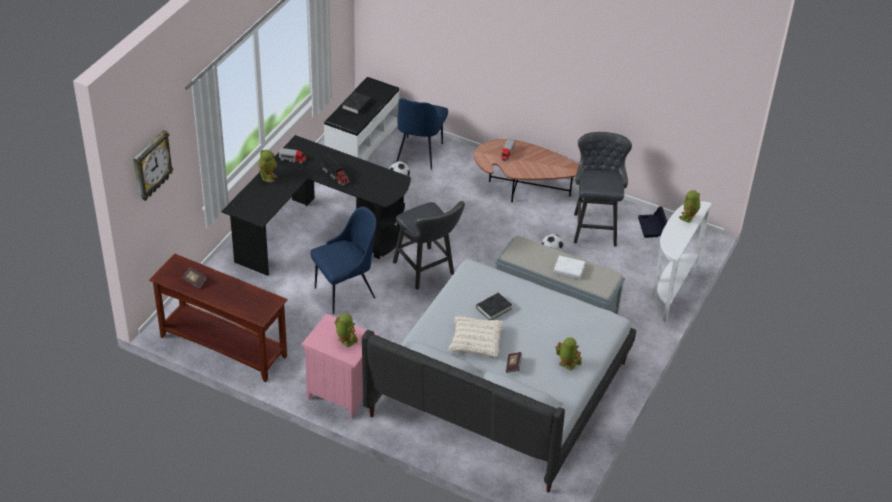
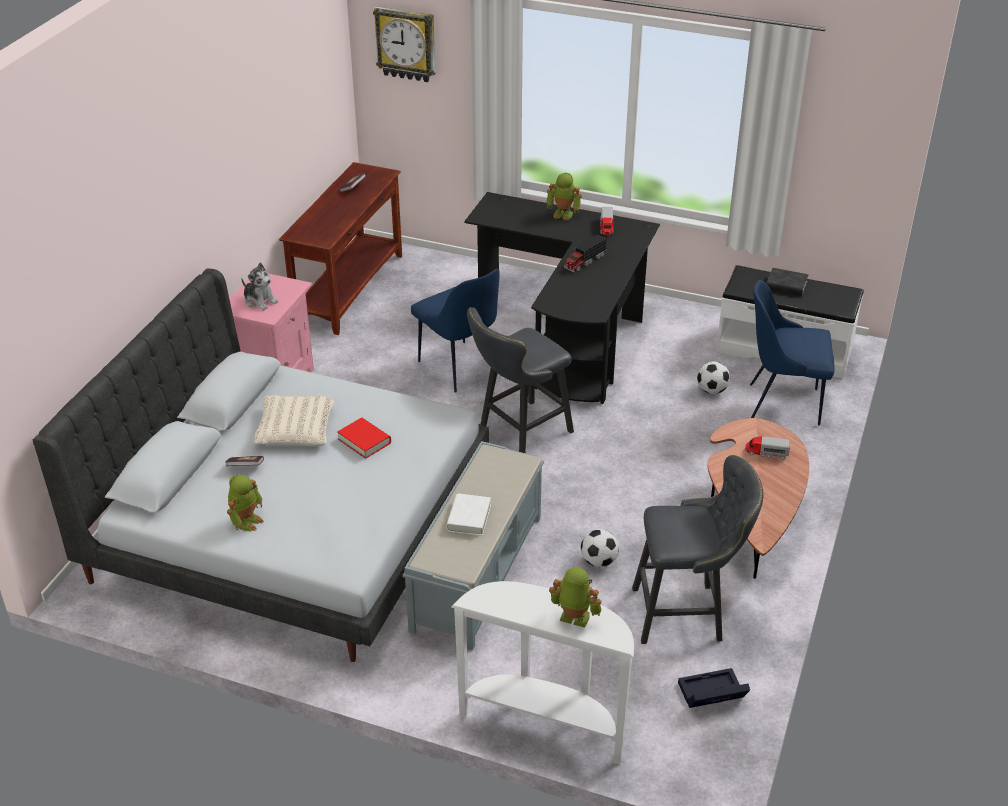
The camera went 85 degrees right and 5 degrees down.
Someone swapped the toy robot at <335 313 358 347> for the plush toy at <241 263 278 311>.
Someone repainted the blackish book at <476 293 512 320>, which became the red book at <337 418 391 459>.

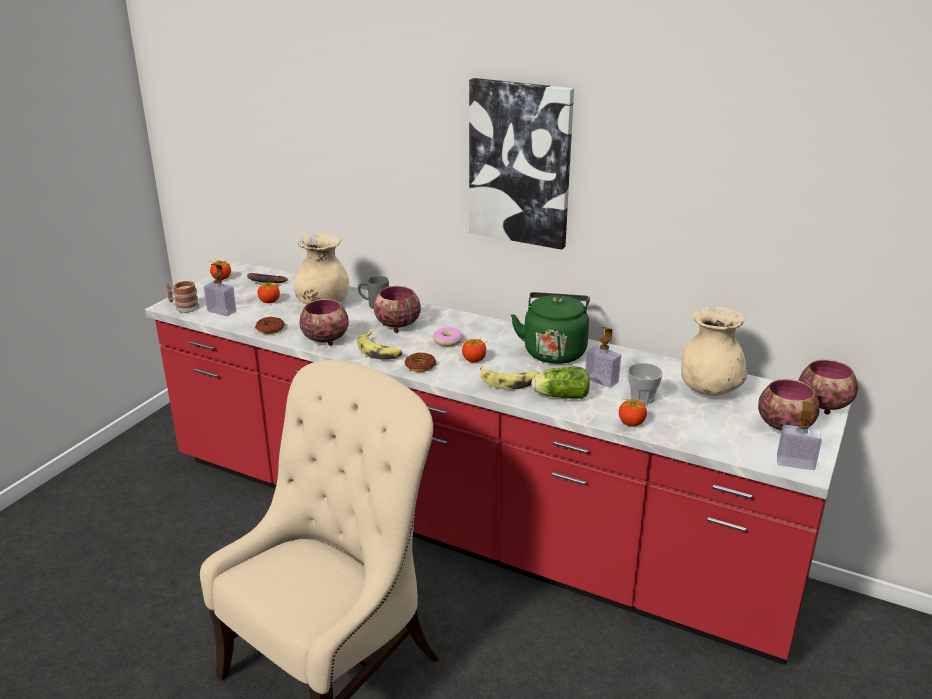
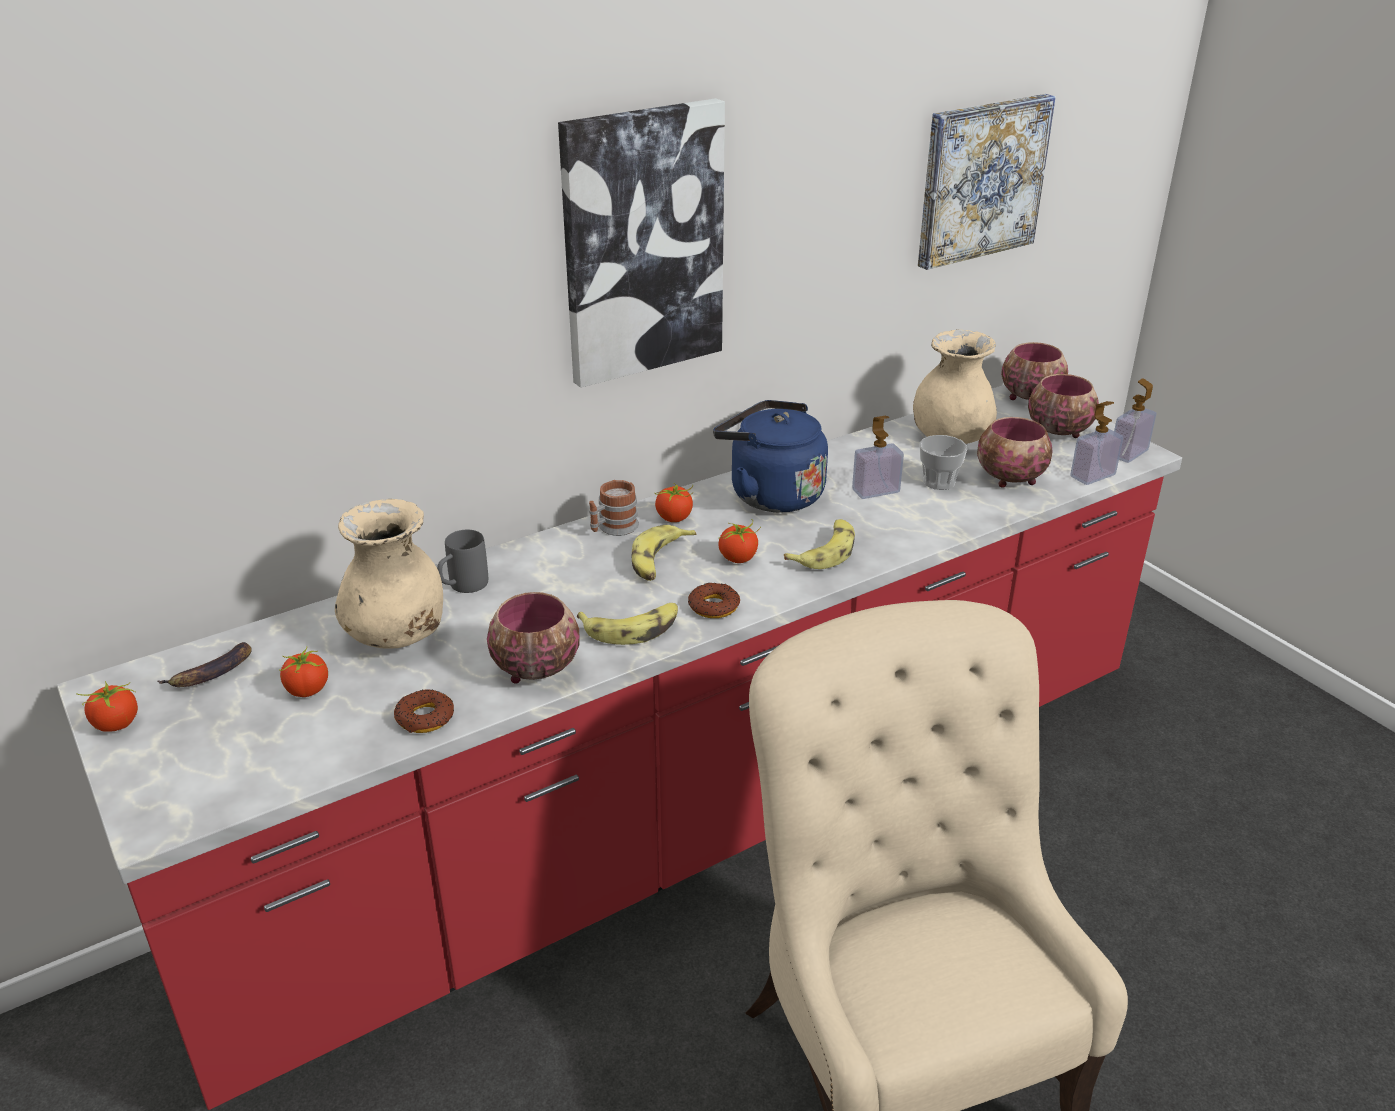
The camera went 60 degrees left and 5 degrees up.
Someone carried the tea mug from <166 281 200 313> to <589 480 639 536>.
Someone carried the soap dispenser from <204 264 236 316> to <1070 401 1123 485>.
Someone carried the serving bowl from <374 286 421 333> to <977 417 1053 488>.
Someone swapped the doughnut at <433 327 463 346> for the banana fruit at <632 525 696 581>.
Someone repainted the green-coloured water kettle at <511 292 590 364>, which became the blue-coloured water kettle at <713 400 828 513>.
Someone took away the lettuce at <531 366 590 399>.
Someone carried the fresh tomato from <619 398 648 427> to <655 484 693 522>.
Someone put up the wall art at <918 94 1056 270>.

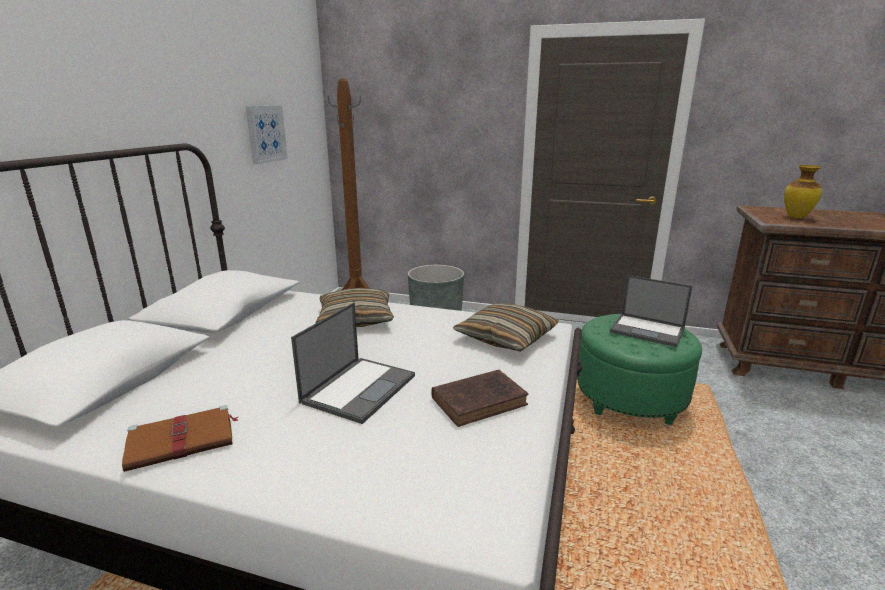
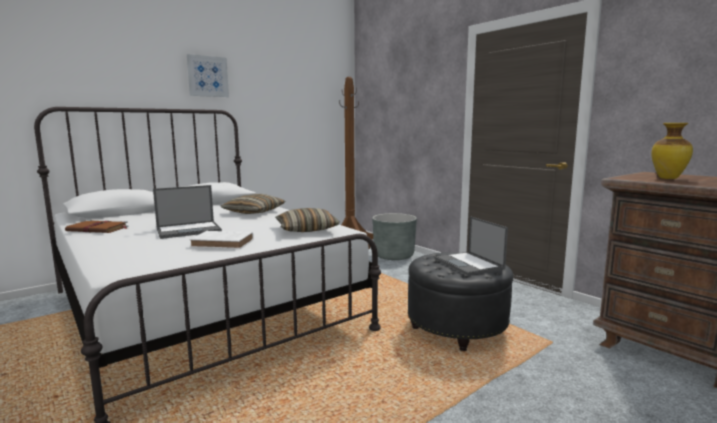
The camera went 35 degrees right and 10 degrees down.
Someone carried the wall art from <245 106 288 165> to <187 54 229 97>.
Someone repainted the brownish book at <432 370 529 427>, which became the whitish book at <190 231 254 249>.
Someone repainted the green-coloured pouffe at <577 314 702 425>, which became the blackish pouffe at <408 252 513 351>.

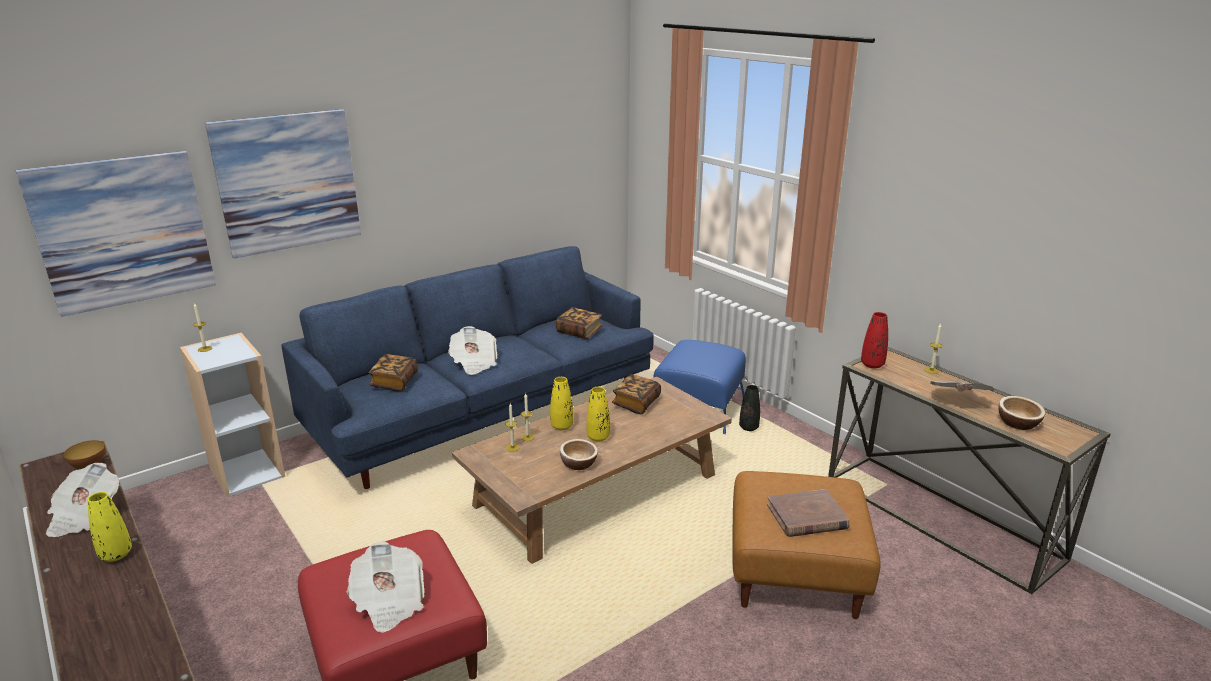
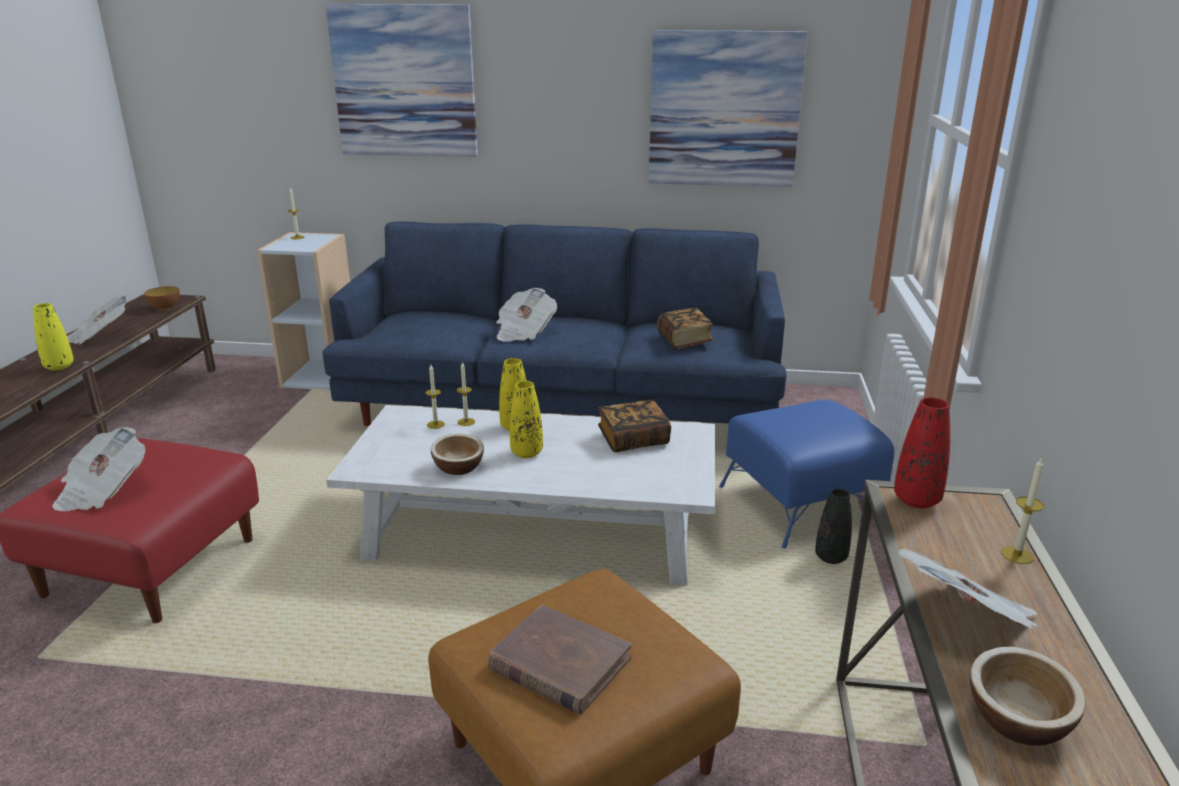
The camera went 45 degrees right and 0 degrees up.
Someone carried the wall art from <16 151 216 317> to <649 30 808 187>.
Someone took away the book at <369 354 418 392>.
Someone repainted the brownish low table at <452 377 732 564>, which became the whitish low table at <326 405 715 585>.

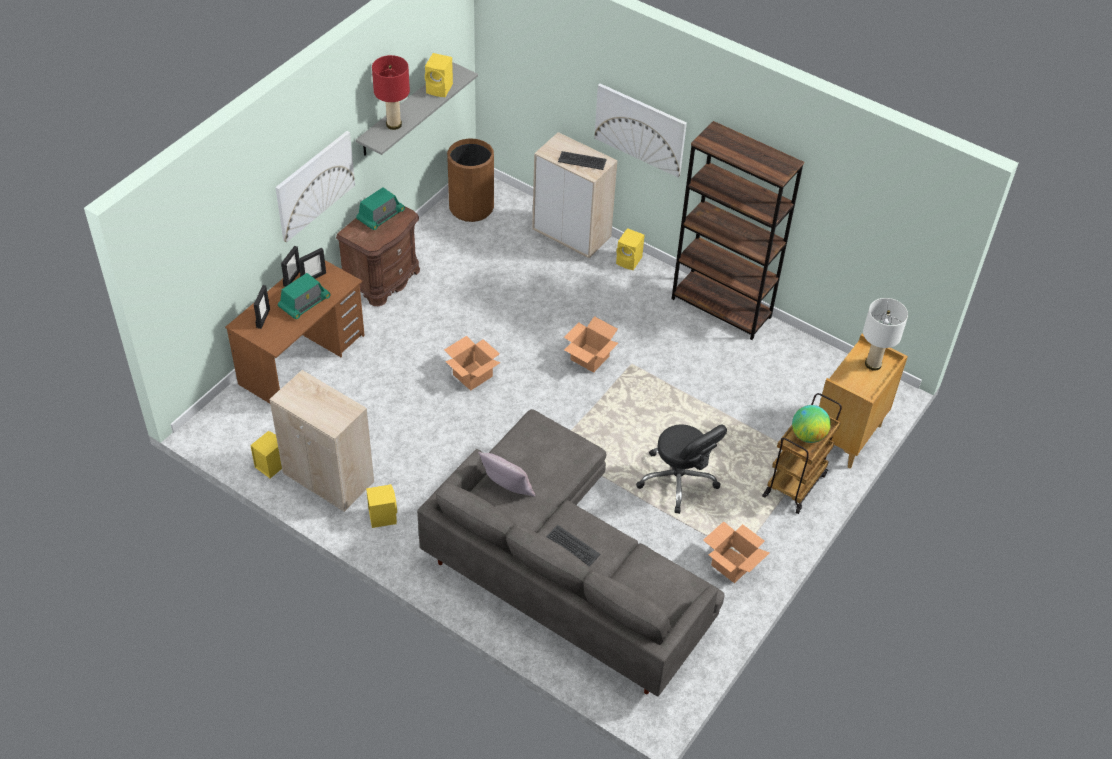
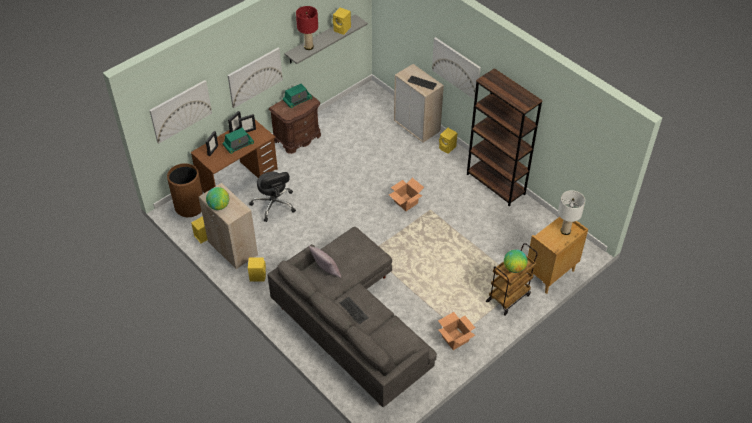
The camera went 15 degrees right and 0 degrees up.
Someone took away the carton at <444 336 501 391>.
Someone carried the brownish rubbish bin from <447 138 494 222> to <167 163 203 217>.
Someone carried the blackish desk chair from <636 425 727 514> to <249 172 296 222>.
Someone put up the wall art at <149 80 212 144>.
Someone put down the globe at <206 187 229 210>.

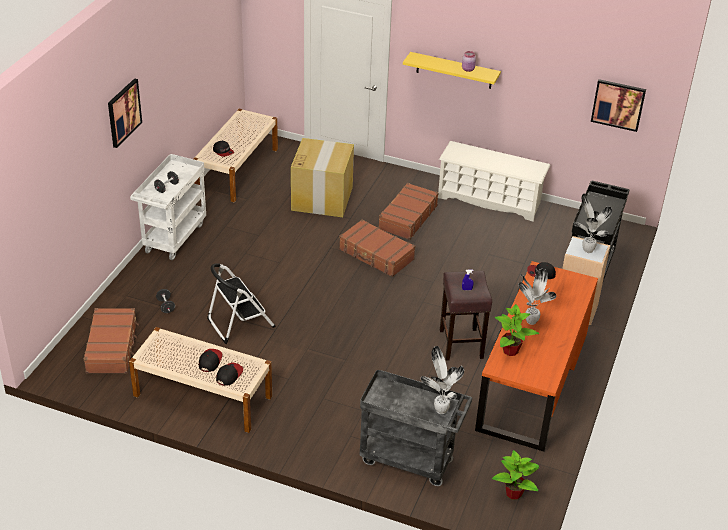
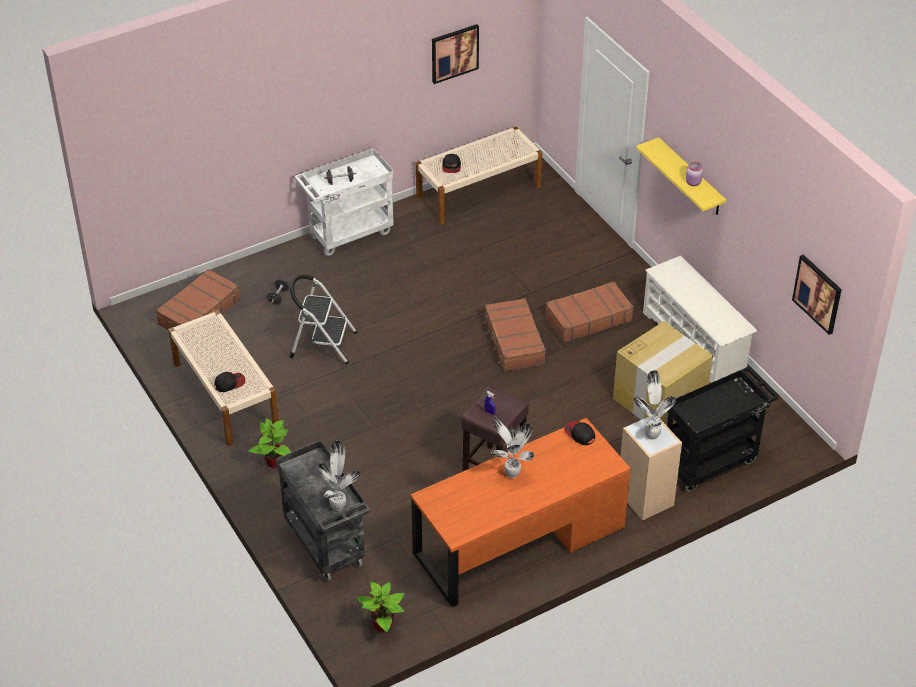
The camera went 40 degrees right and 5 degrees up.
Someone carried the wall art from <108 78 142 148> to <432 24 479 84>.
Someone took away the peaked cap at <199 349 223 372>.
Someone carried the carton from <291 138 354 217> to <613 321 713 426>.
Someone carried the houseplant from <494 304 540 356> to <248 418 291 468>.

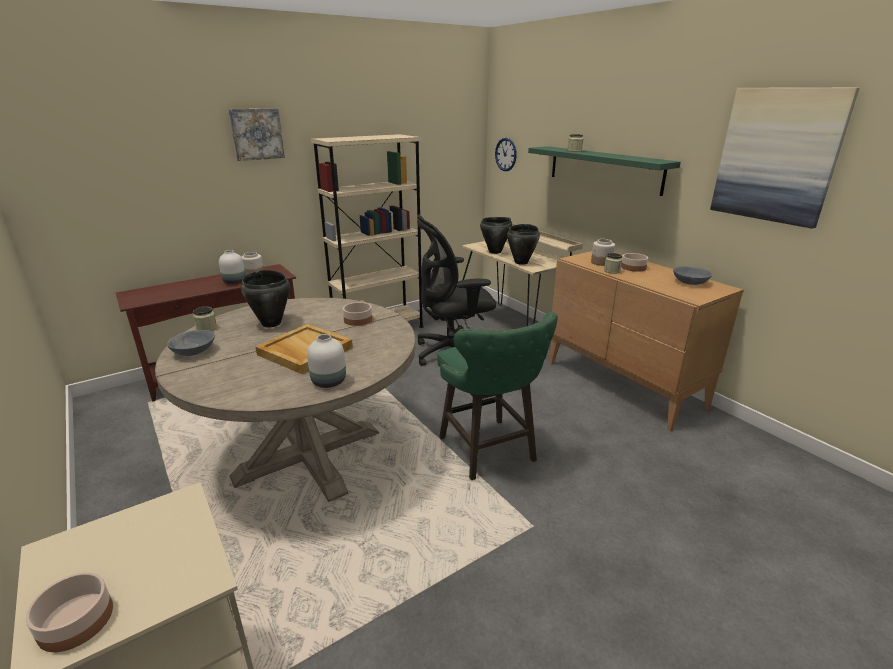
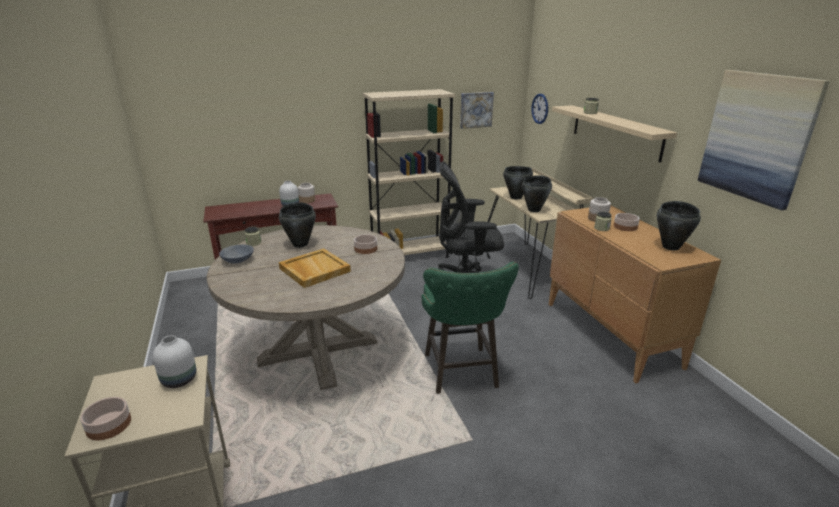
The camera went 15 degrees right and 0 degrees up.
Someone carried the wall art from <229 108 285 161> to <460 92 494 129>.
Someone carried the whitish vase from <307 334 346 388> to <153 335 196 388>.
Someone repainted the green-coloured wall shelf at <528 146 681 196>, which became the beige wall shelf at <552 105 677 163>.
Someone swapped the gray serving bowl at <673 266 712 285> for the blackish saucepot at <657 201 701 251>.

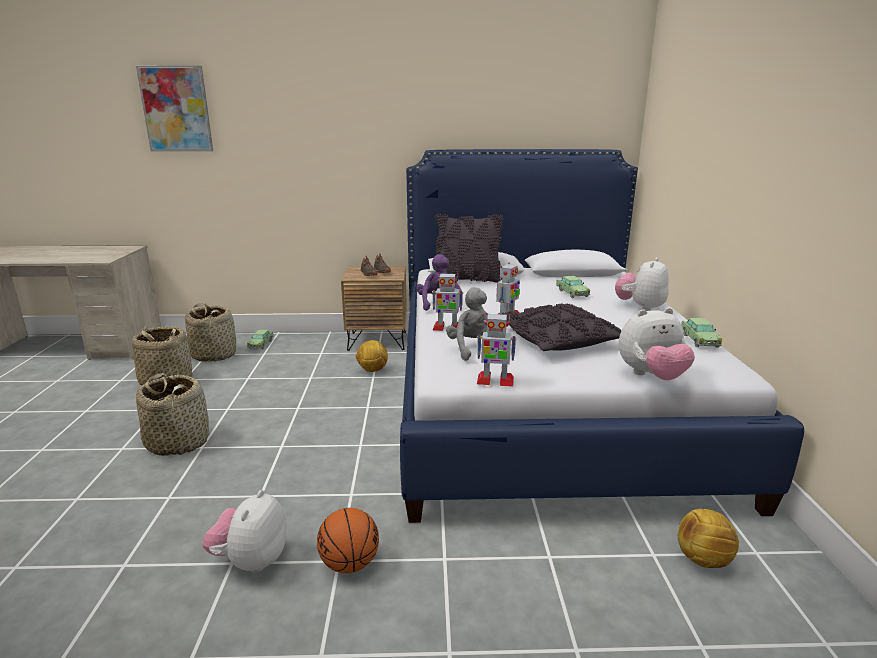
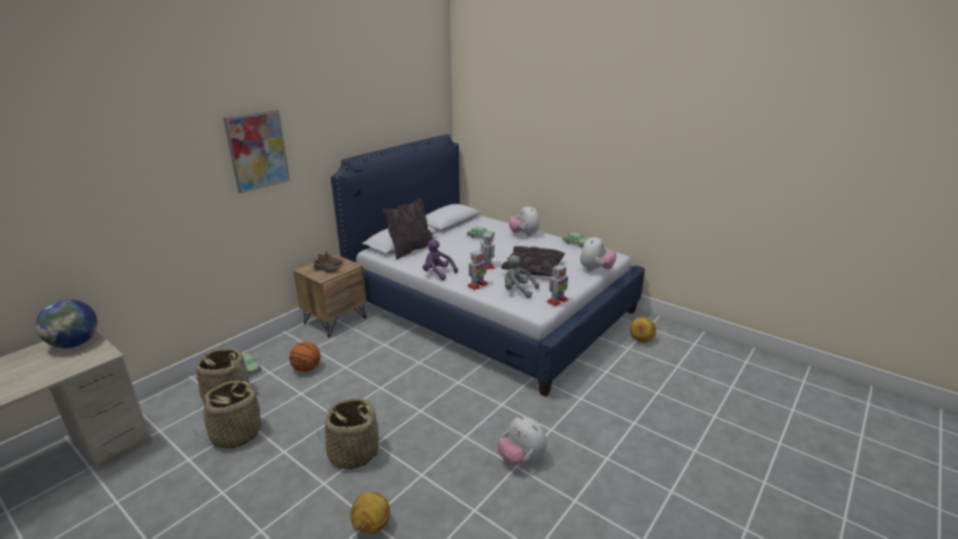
The camera went 50 degrees left and 5 degrees up.
Someone carried the wall art from <136 66 213 152> to <223 110 290 193>.
Someone carried the basketball from <317 508 379 573> to <289 342 321 372>.
Someone carried the football from <355 340 388 372> to <350 492 390 534>.
Someone put down the globe at <36 299 97 348>.

